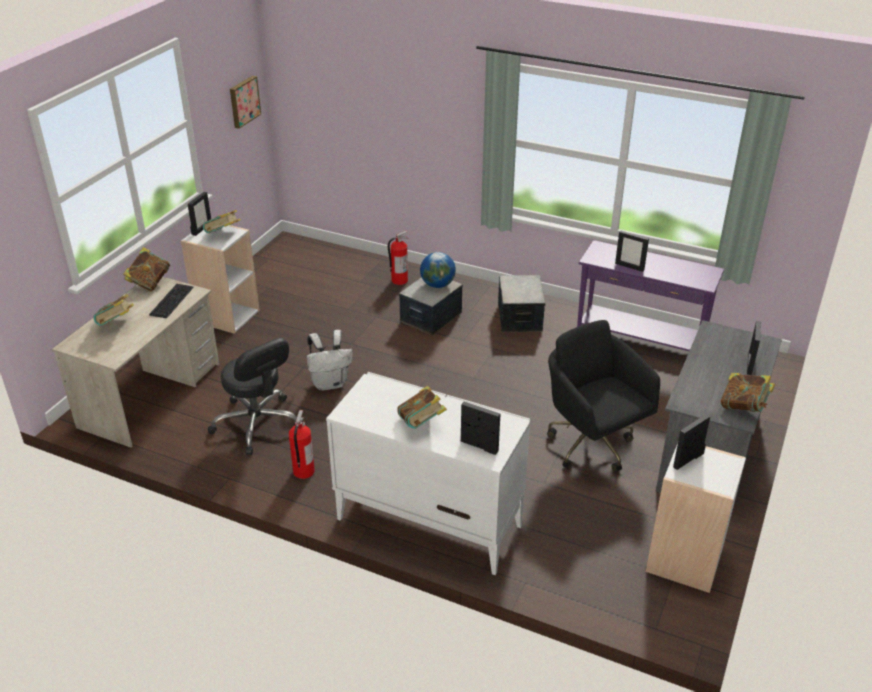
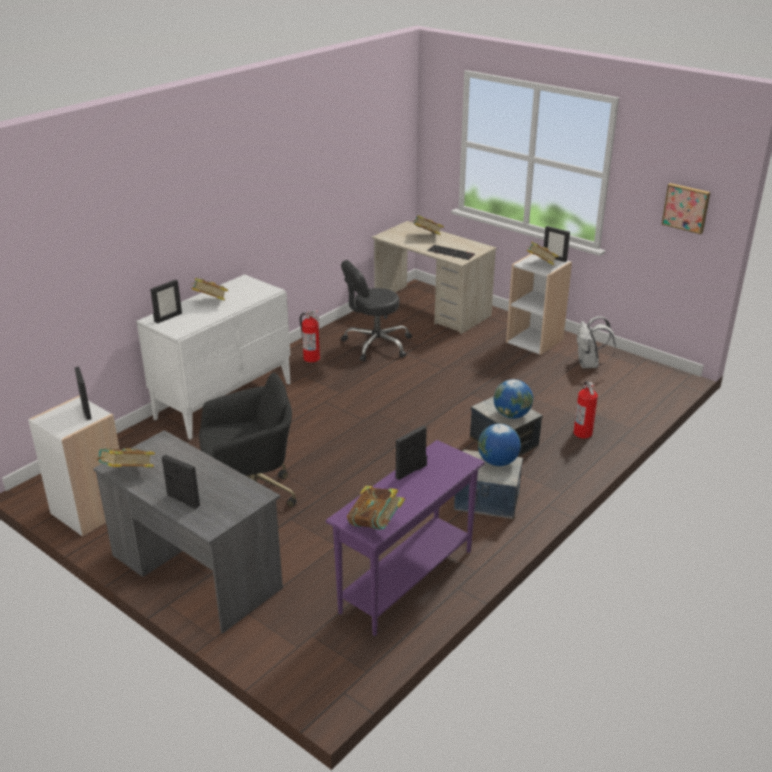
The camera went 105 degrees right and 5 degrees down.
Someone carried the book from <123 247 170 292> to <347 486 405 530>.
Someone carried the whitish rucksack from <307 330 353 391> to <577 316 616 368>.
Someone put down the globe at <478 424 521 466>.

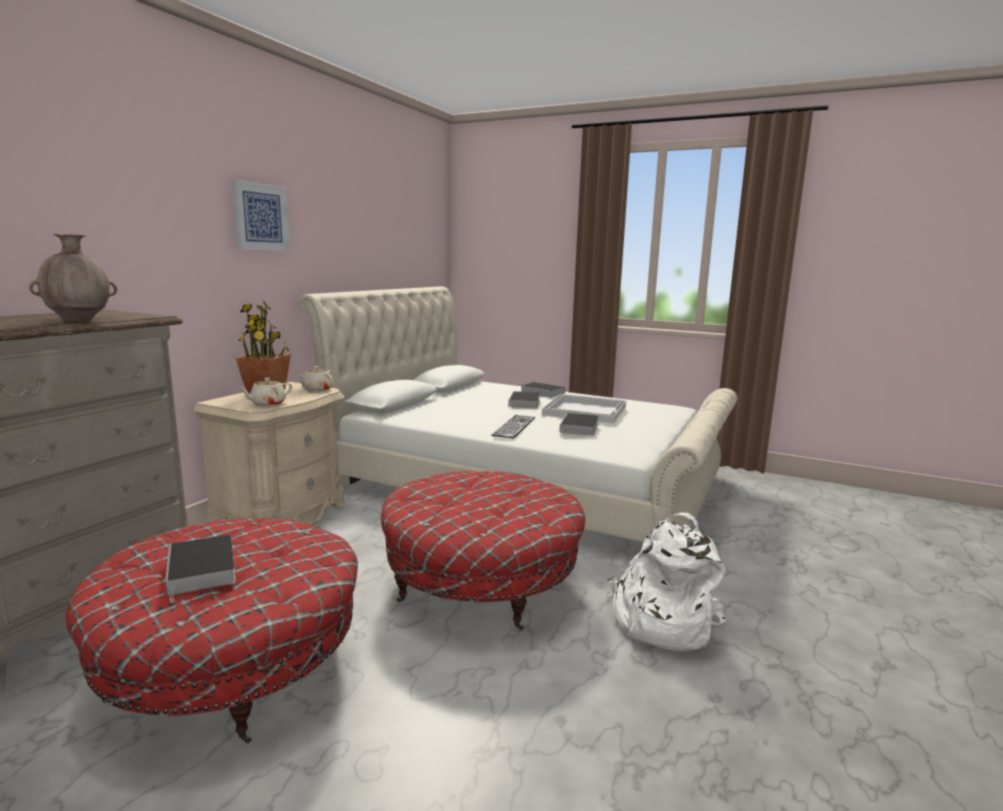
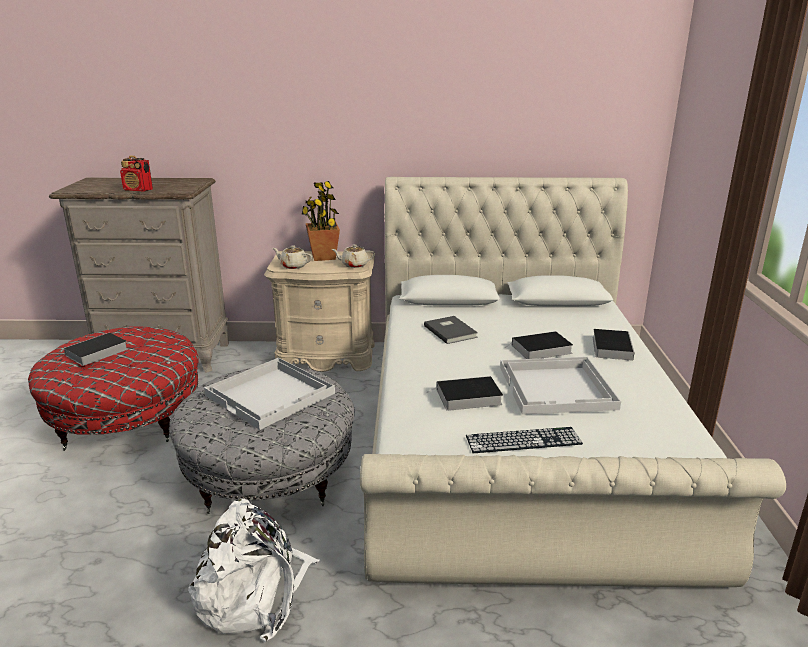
The camera went 65 degrees right and 10 degrees up.
Someone swapped the brownish vase at <29 234 117 321> for the radio at <120 156 153 192>.
Someone took away the wall art at <231 179 290 251>.
Someone repainted the red pouffe at <381 471 585 630>, which became the gray pouffe at <169 368 355 514>.
Someone carried the computer keyboard from <491 415 535 438> to <466 427 583 453>.
Someone put down the whitish serving tray at <204 358 335 430>.
Someone put down the gray book at <424 316 478 344>.

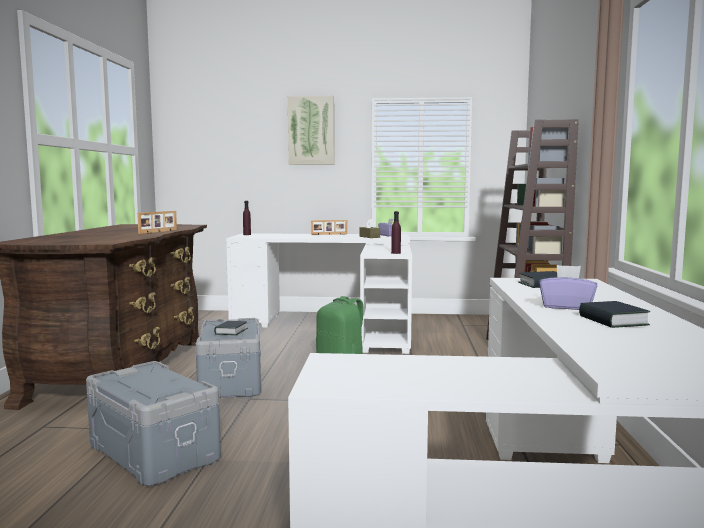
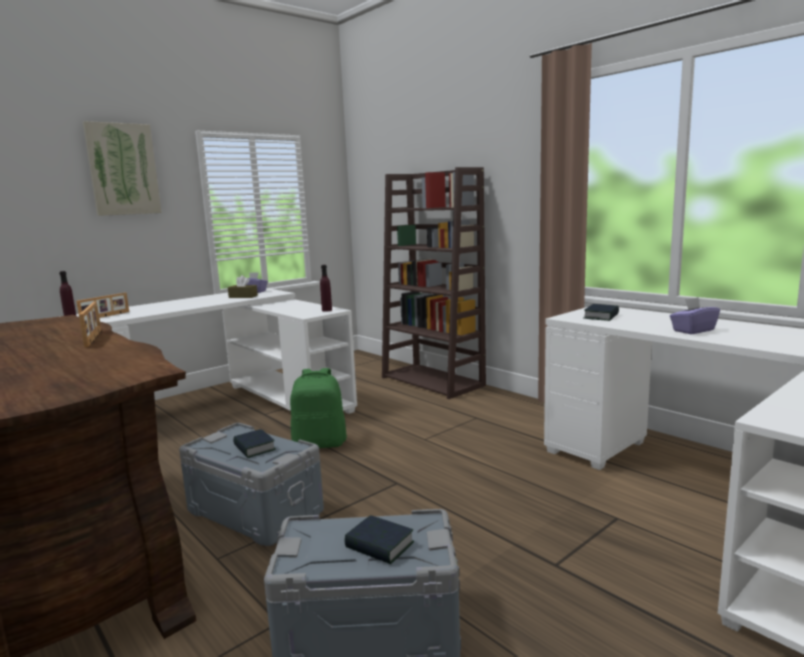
The camera went 45 degrees left and 5 degrees up.
Someone carried the picture frame from <311 220 347 235> to <76 293 129 318>.
Someone carried the book from <579 301 650 328> to <345 515 414 564>.

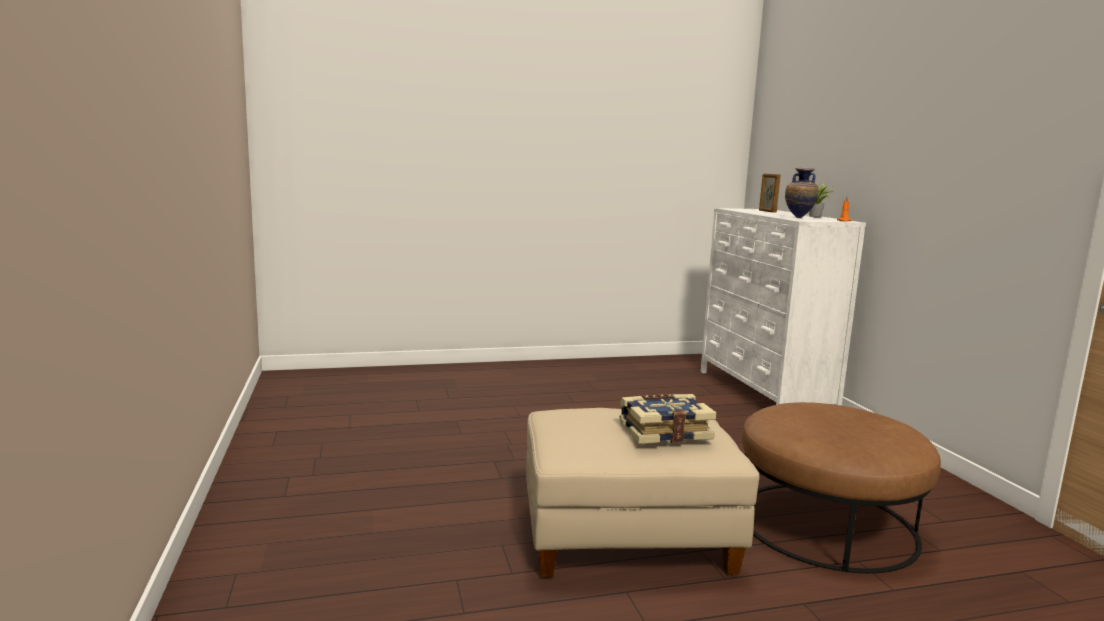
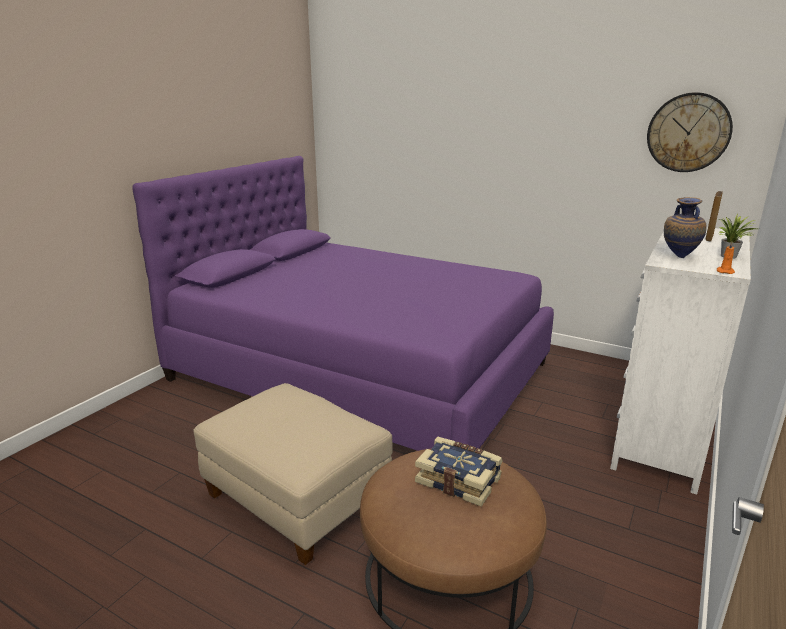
The camera went 45 degrees right and 10 degrees up.
Someone carried the book from <619 394 716 444> to <415 437 503 507>.
Someone put down the purple sleeping bed at <132 156 554 451>.
Someone put up the wall clock at <647 92 733 172>.

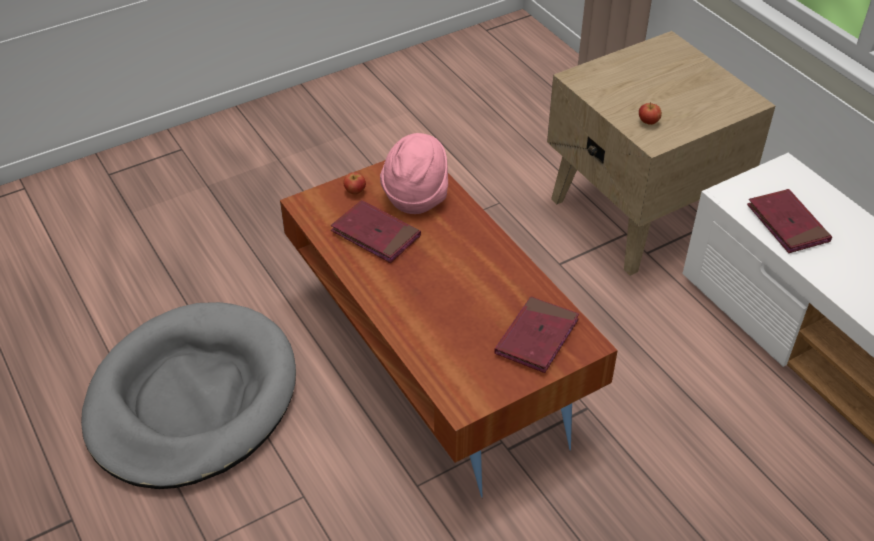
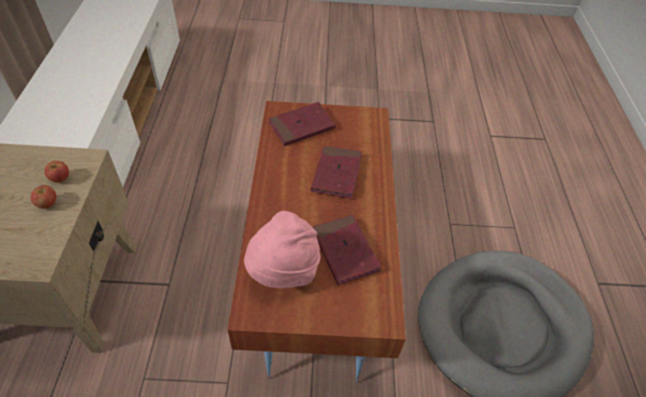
The camera went 150 degrees left and 5 degrees up.
Someone carried the apple fruit from <343 172 366 195> to <31 185 56 209>.
Someone carried the red book from <747 189 832 253> to <311 146 362 199>.

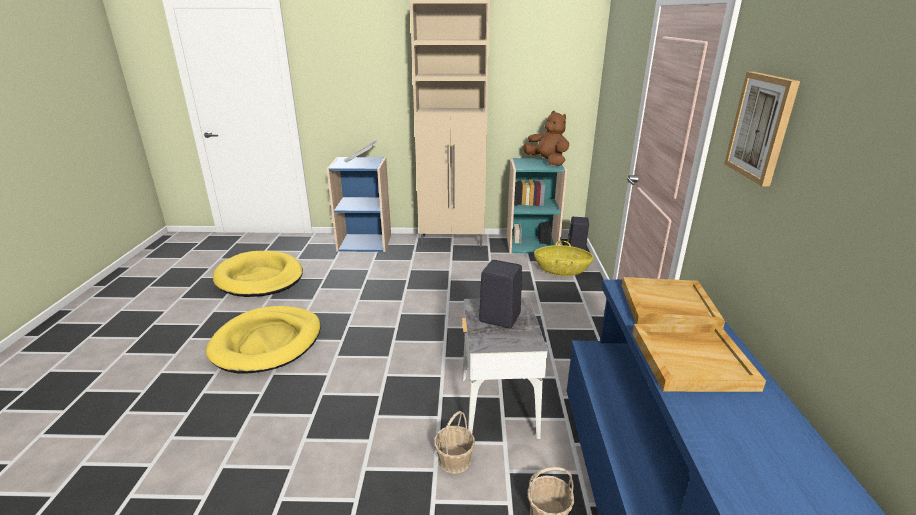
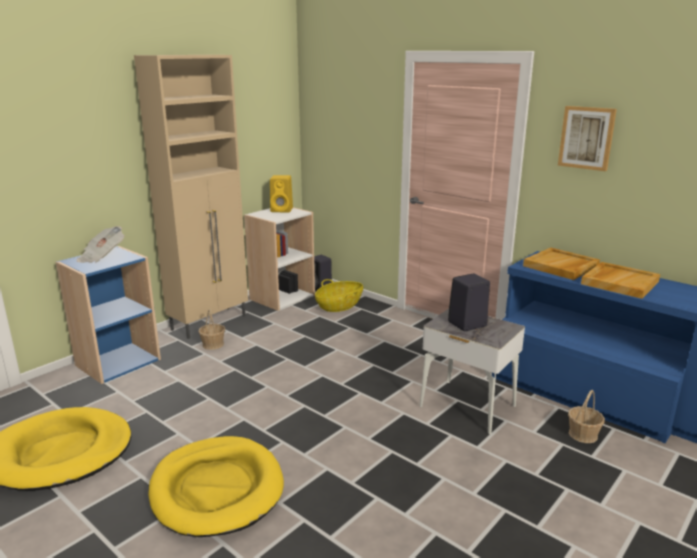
The camera went 50 degrees left and 5 degrees down.
Someone carried the basket from <434 411 475 474> to <198 309 225 350>.
Someone repainted the blue-green shelving unit at <507 158 568 254>, which became the whitish shelving unit at <244 207 315 311>.
Someone swapped the brownish plush toy at <523 111 569 166> for the yellowish speaker at <270 175 293 212>.

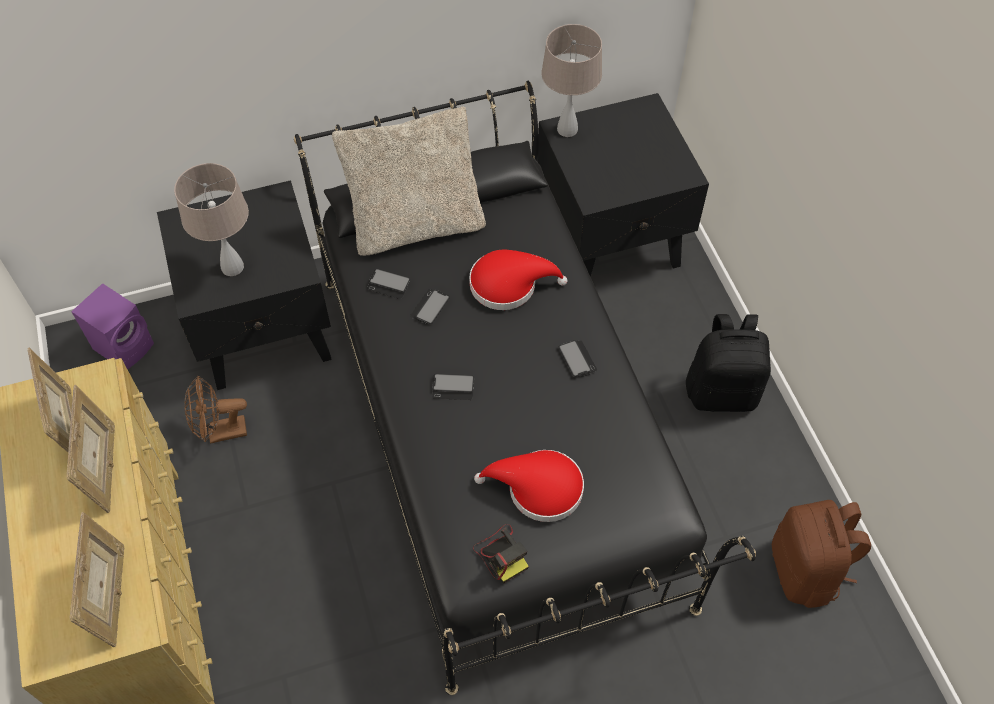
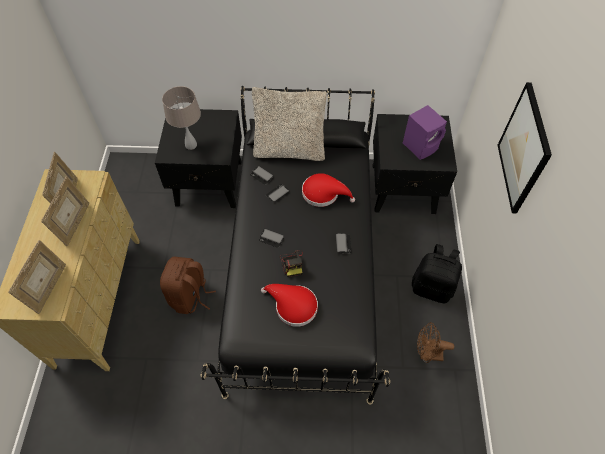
The camera went 20 degrees right and 0 degrees up.
Someone carried the purple speaker from <71 283 154 370> to <403 105 447 160>.
Someone carried the brownish fan from <185 376 247 444> to <417 322 454 363>.
Someone carried the photo camera from <473 524 529 584> to <280 250 303 277>.
Someone took away the beige tabletop lamp at <541 24 602 137>.
Someone carried the brownish rucksack from <772 500 871 608> to <160 257 216 314>.
Someone put up the wall art at <498 82 552 213>.

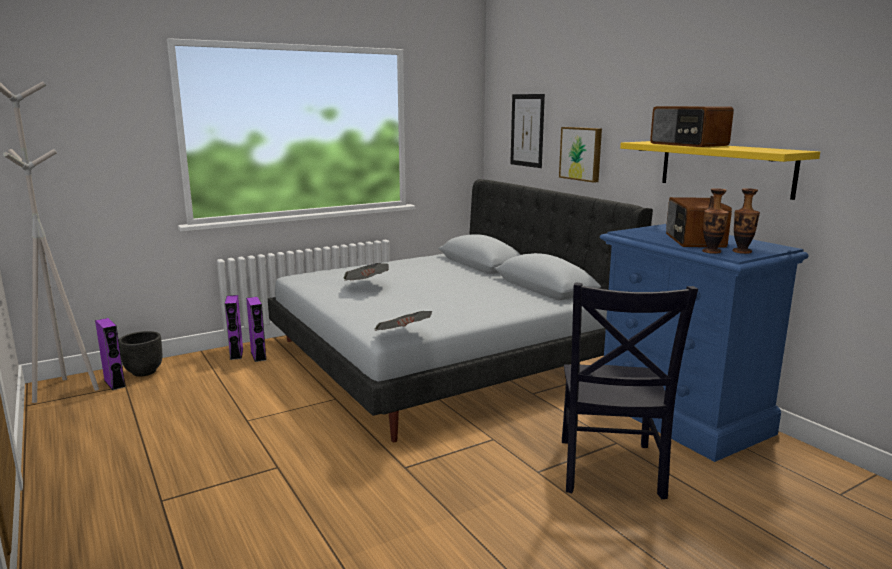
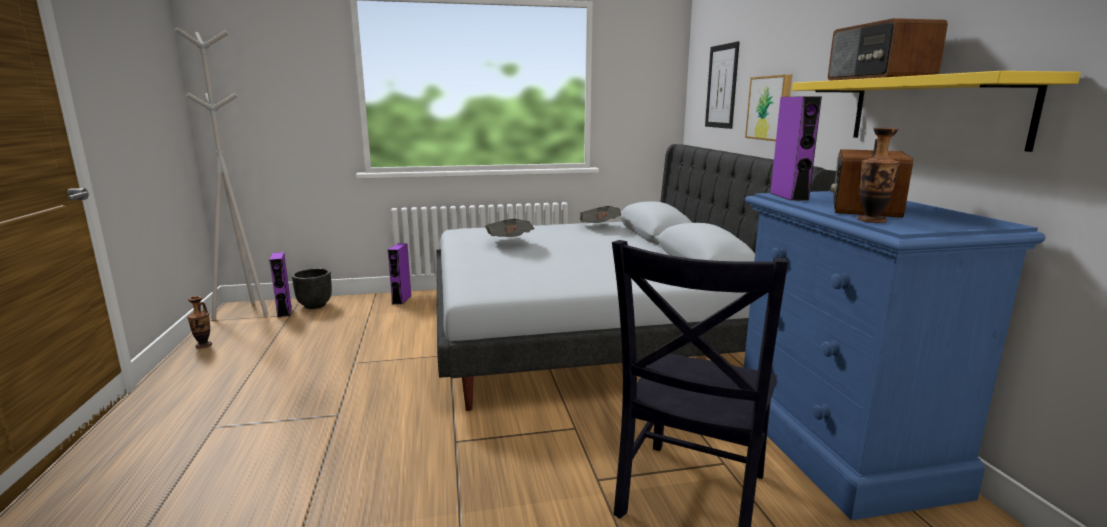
The camera went 20 degrees right and 0 degrees up.
Someone carried the purple speaker from <246 297 266 362> to <770 96 822 201>.
Someone carried the newspaper from <374 311 433 331> to <580 206 621 223>.
Someone carried the vase from <733 188 760 254> to <187 296 212 348>.

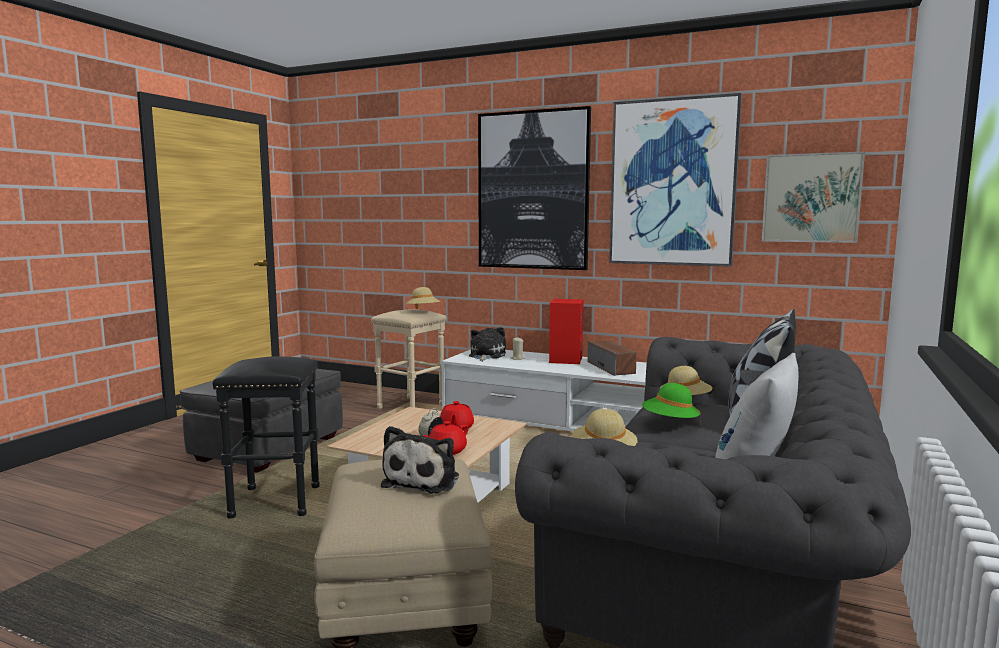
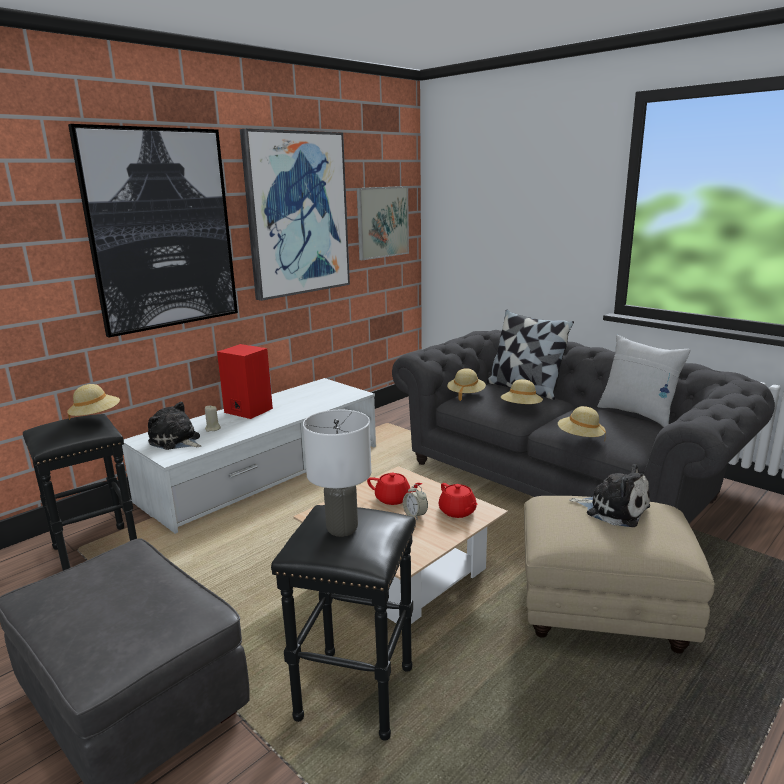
The camera went 70 degrees left and 10 degrees up.
Someone repainted the beige stool at <371 309 447 409>, which became the blackish stool at <23 414 137 571>.
Someone took away the speaker at <588 341 637 376>.
Someone repainted the green-coloured wearable hat at <642 383 701 424>, which became the beige wearable hat at <501 379 543 404>.
Someone put down the whitish tabletop lamp at <303 410 371 537>.

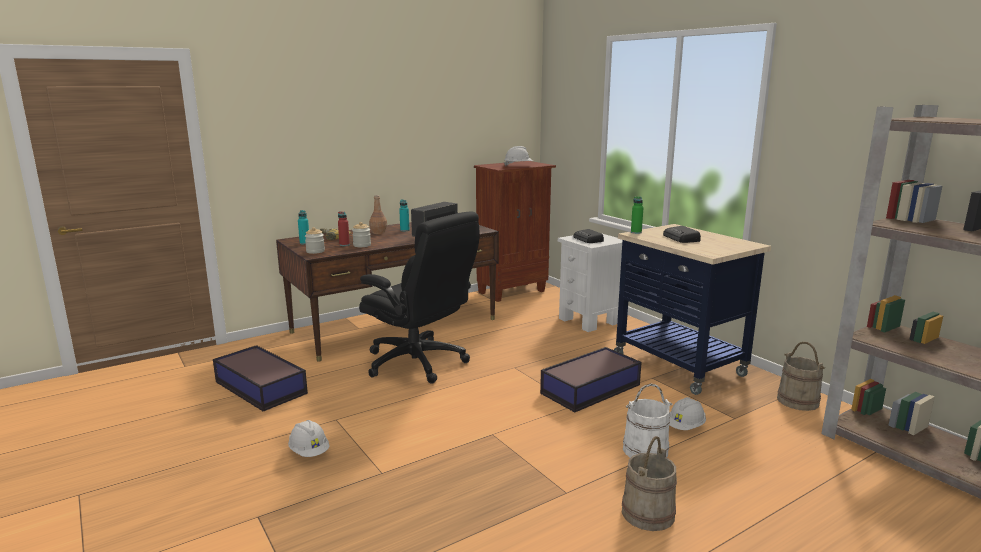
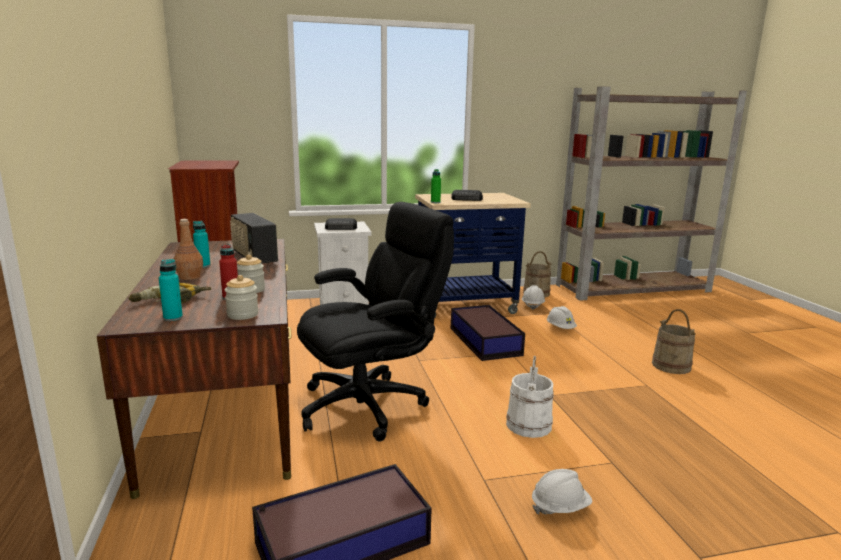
The camera went 70 degrees left and 0 degrees up.
Someone carried the whitish safety helmet from <504 146 533 166> to <522 285 545 310>.
Someone carried the whitish pail from <623 383 673 458> to <506 356 553 438>.

